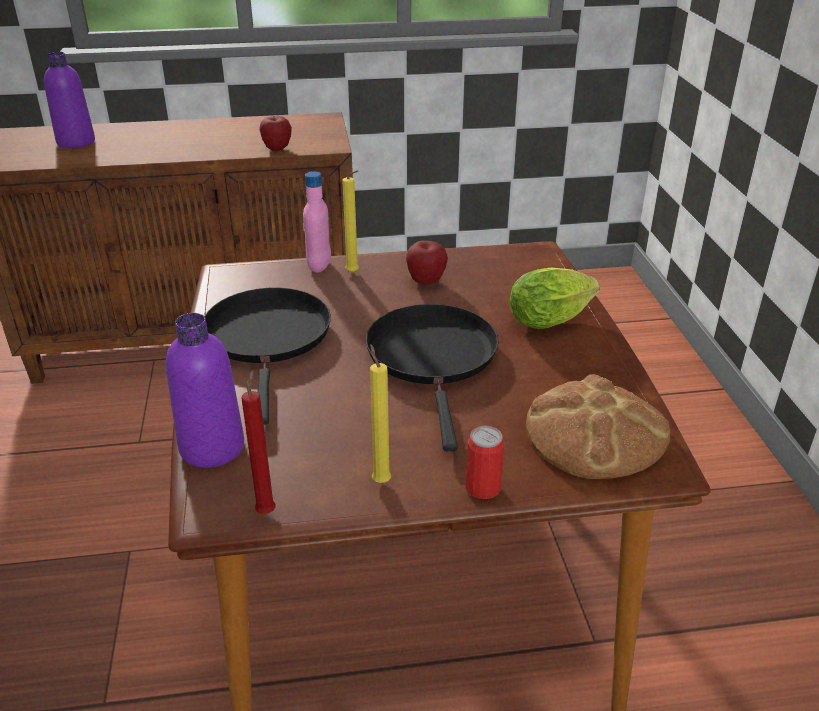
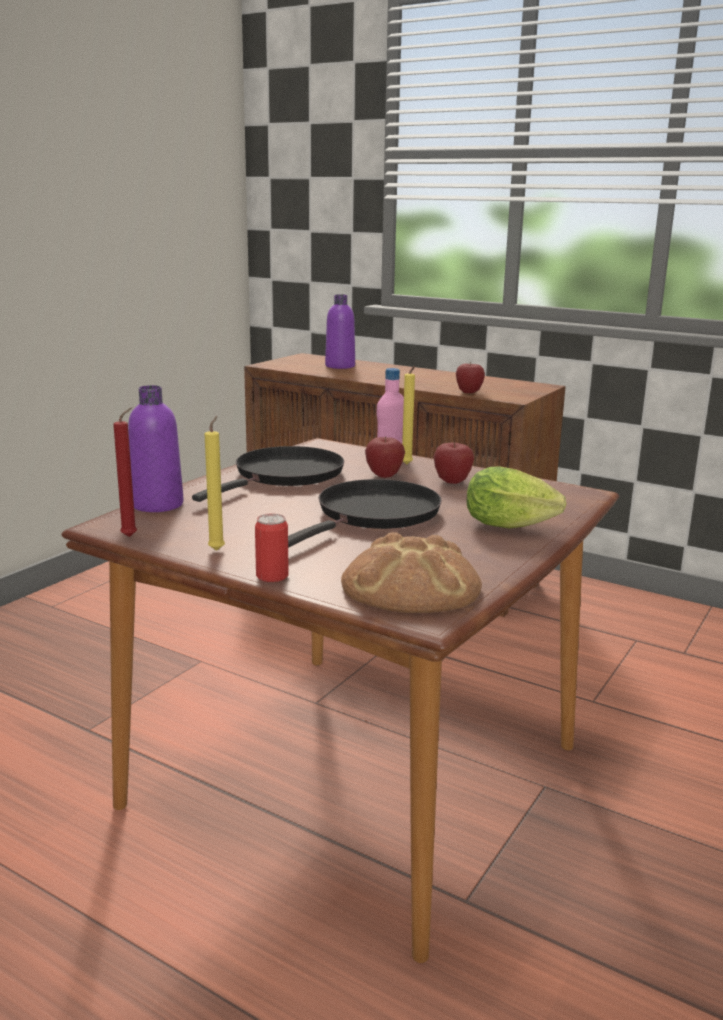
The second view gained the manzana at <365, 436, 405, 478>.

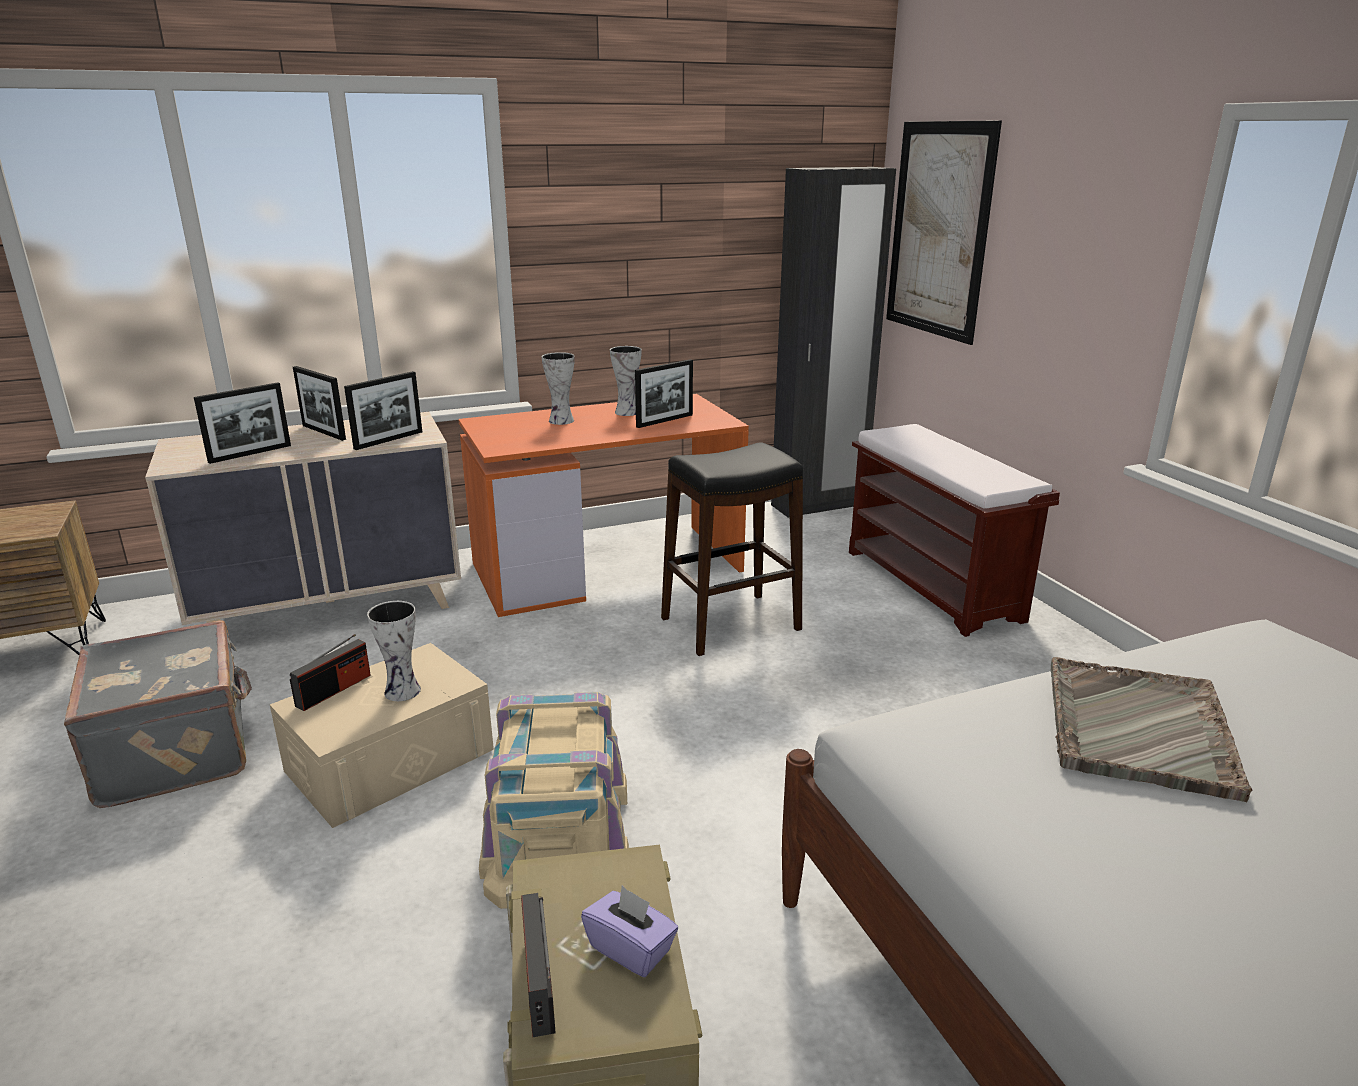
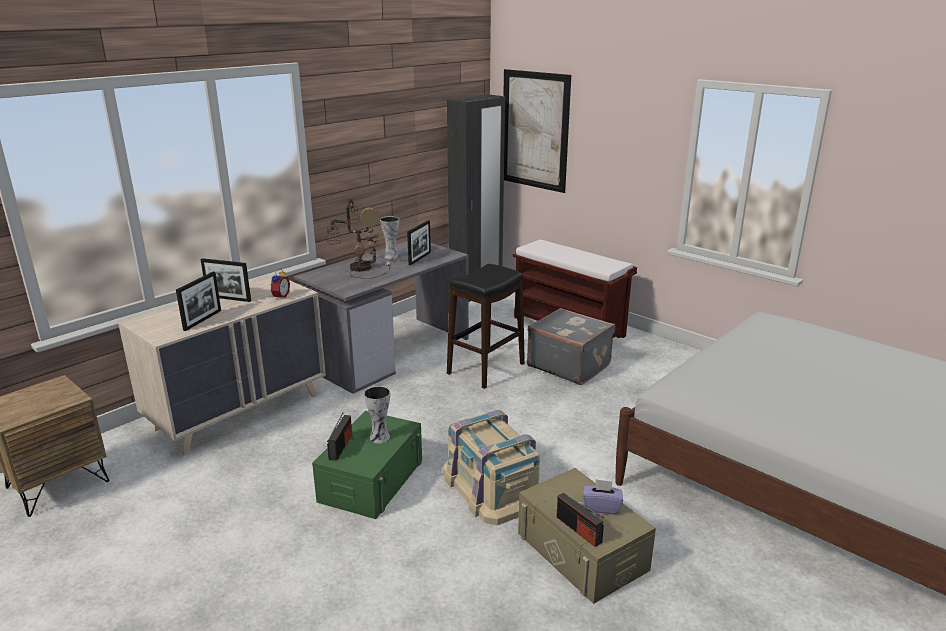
Where the florero stood at <542, 352, 575, 425>, the lámpara de mesa came to stand at <326, 198, 391, 279>. Where the portarretratos stood at <344, 371, 422, 450>, the despertador came to stand at <271, 268, 290, 300>. What was the escritorio [naranja] at <458, 394, 749, 617> turned into the escritorio [gris] at <294, 241, 469, 394>. The maleta [gris] ended up elsewhere, having gone from <64, 620, 252, 808> to <527, 308, 615, 385>. What was the caja de almacenaje [beis] at <270, 643, 494, 828> turned into the caja de almacenaje [verde] at <312, 411, 422, 519>. The second view lost the bandeja [gris] at <1051, 657, 1252, 802>.

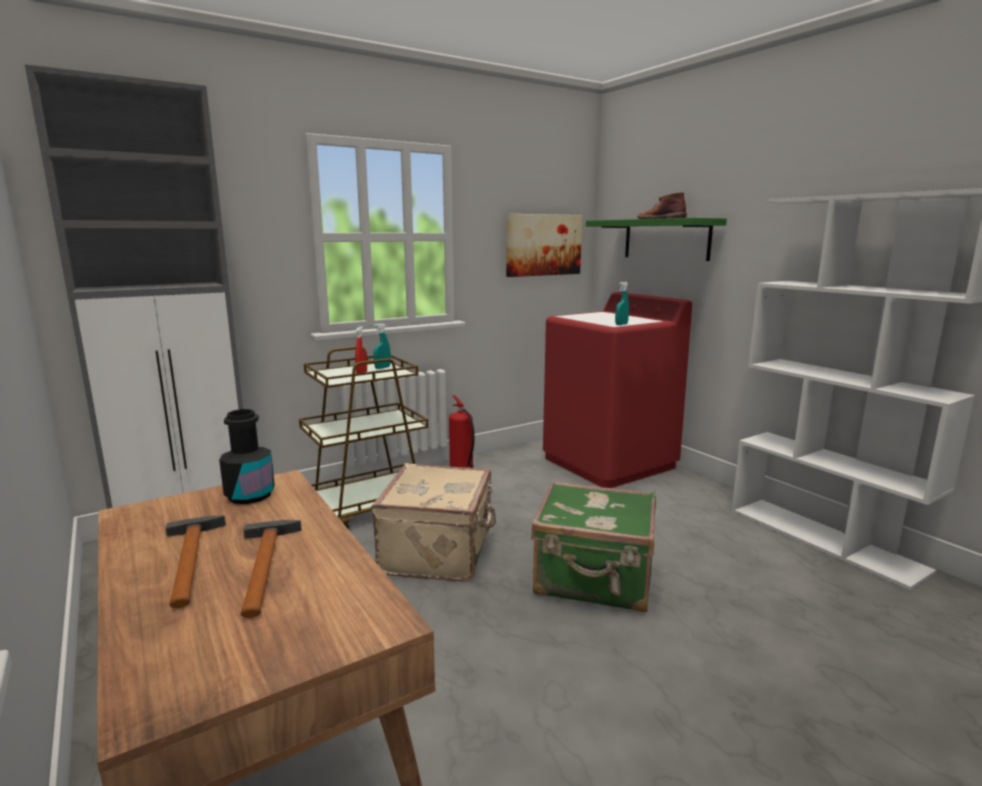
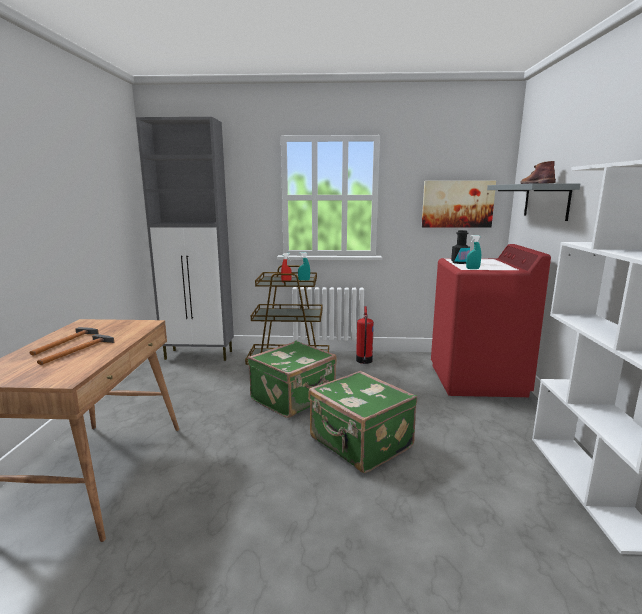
What was the estante [verde] at <586, 218, 727, 261> turned into the estante [gris] at <487, 183, 580, 221>. The botella [negro] ended up elsewhere, having gone from <219, 409, 275, 504> to <451, 230, 470, 264>. What was the maleta [beis] at <371, 463, 496, 582> turned into the maleta [verde] at <248, 341, 337, 418>.

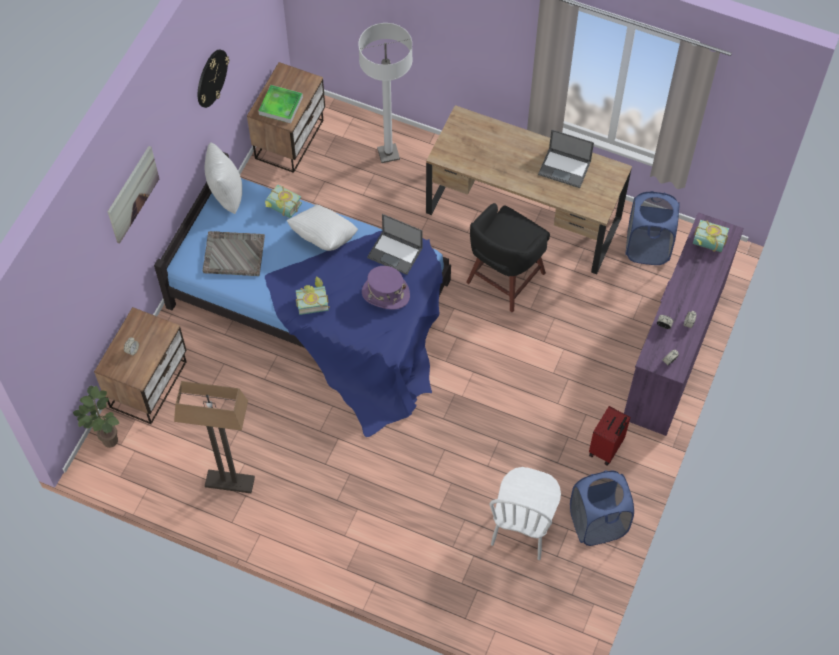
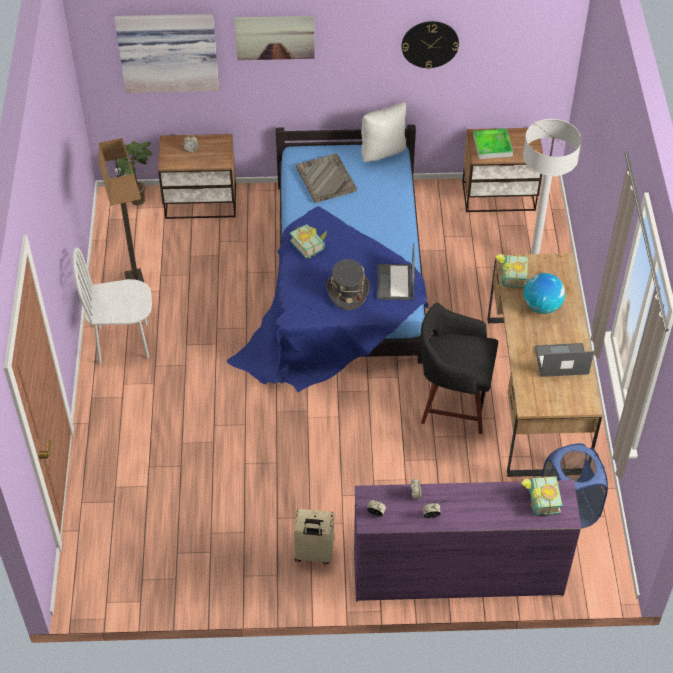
The portátil at <538, 130, 594, 188> ended up facing another way, 90 degrees clockwise from before. The libro ended up elsewhere, having gone from <265, 184, 302, 218> to <496, 254, 529, 289>. The second view lost the cojín [blanco] at <286, 205, 358, 251>. What was the sombrero [morado] at <362, 266, 410, 310> turned into the sombrero [gris] at <326, 259, 369, 310>. What was the maleta [rojo] at <589, 406, 631, 465> turned into the maleta [beis] at <294, 509, 334, 564>. The silla [blanco] ended up elsewhere, having gone from <490, 467, 561, 560> to <73, 248, 152, 364>. The second view lost the cesto de la ropa [azul] at <570, 471, 634, 546>. The second view gained the cuadro at <115, 14, 219, 93>. The second view gained the globo terráqueo at <524, 273, 565, 314>.

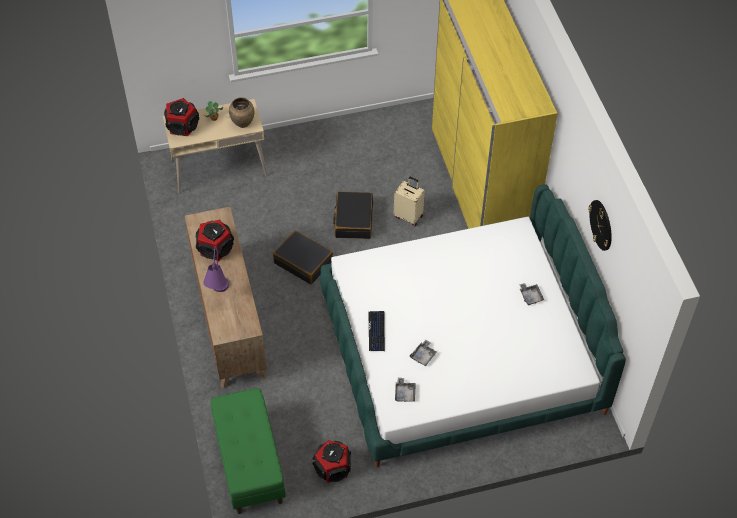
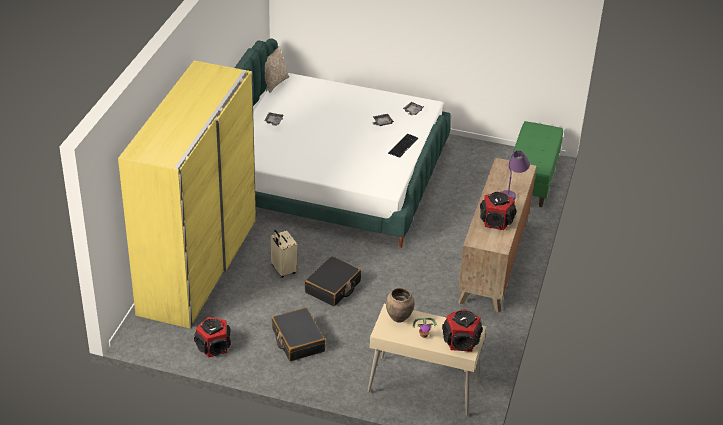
The second view lost the reloj de pared at <588, 200, 612, 251>. The maleta [negro] ended up elsewhere, having gone from <273, 230, 333, 284> to <272, 307, 326, 361>. The altavoz ended up elsewhere, having gone from <313, 440, 351, 483> to <194, 317, 231, 357>. The second view gained the cojín at <265, 46, 289, 93>.

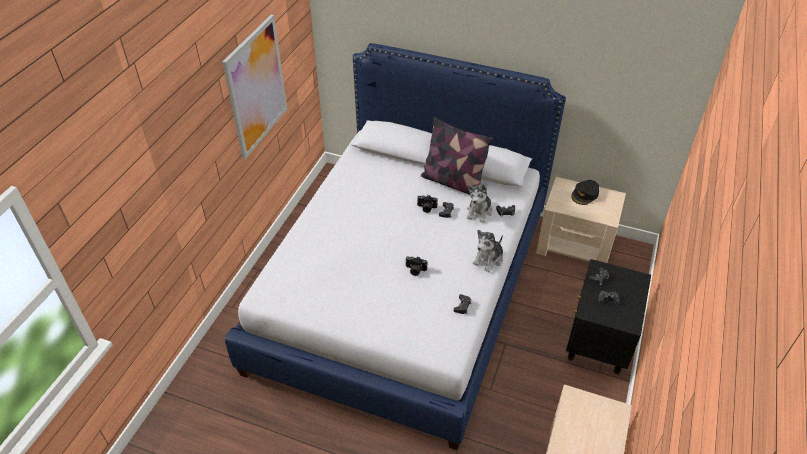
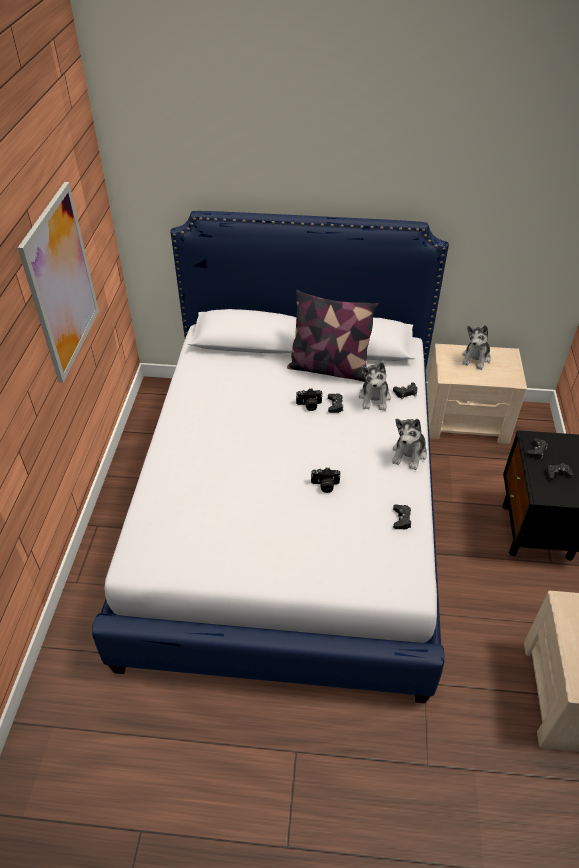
Where the gorra [negro] stood at <571, 180, 599, 205>, the peluche came to stand at <462, 325, 491, 370>.

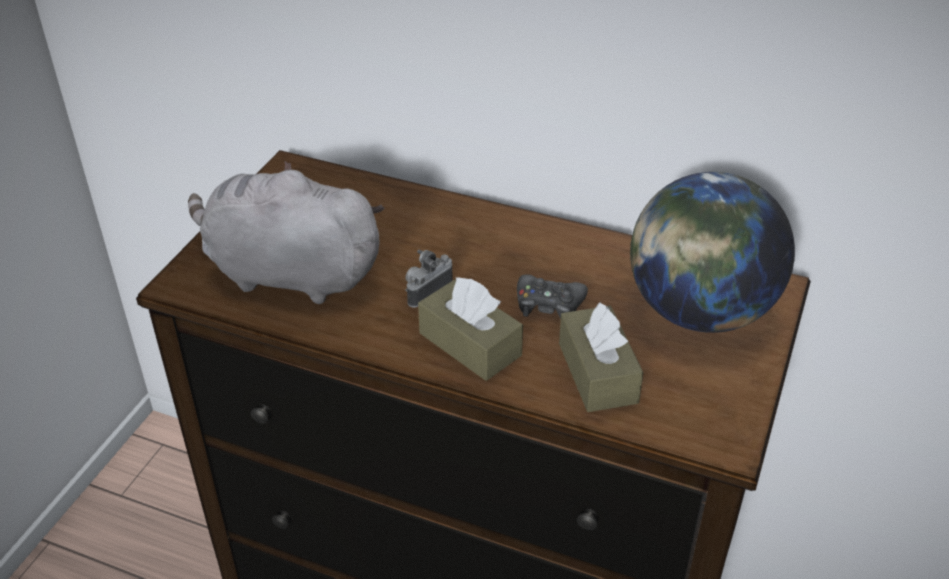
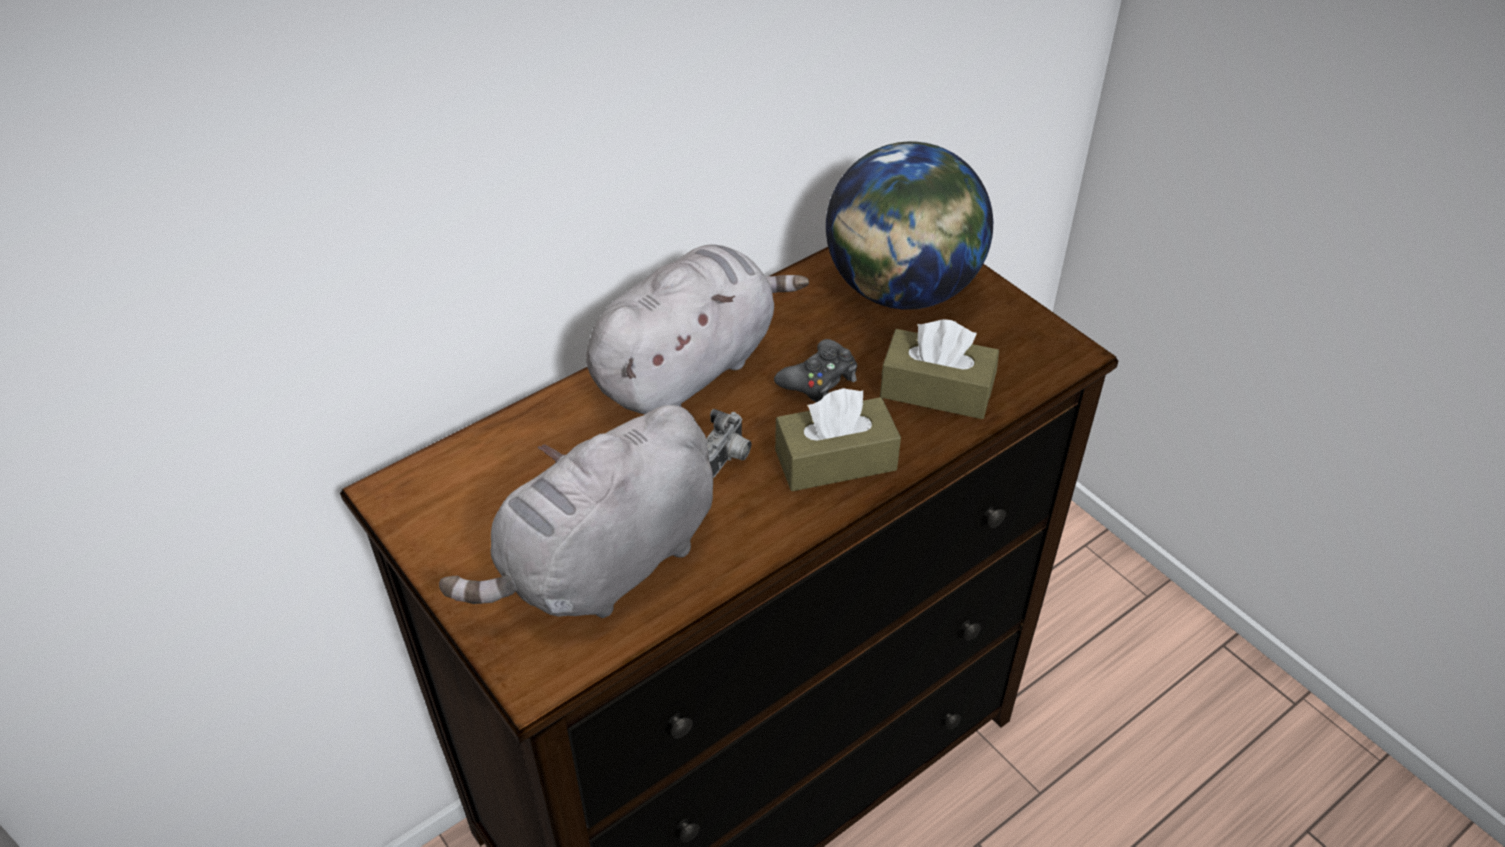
The cámara at <405, 249, 453, 308> ended up facing another way, 135 degrees counterclockwise from before. The second view gained the peluche [gris] at <586, 244, 809, 414>.

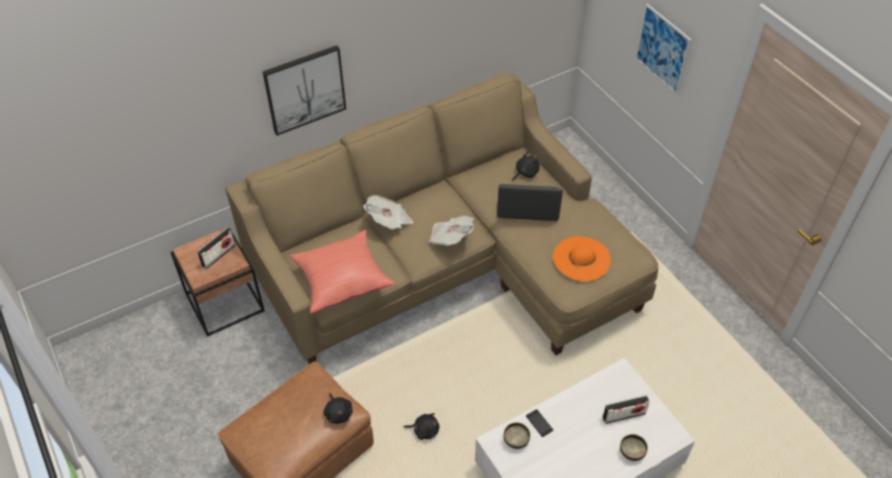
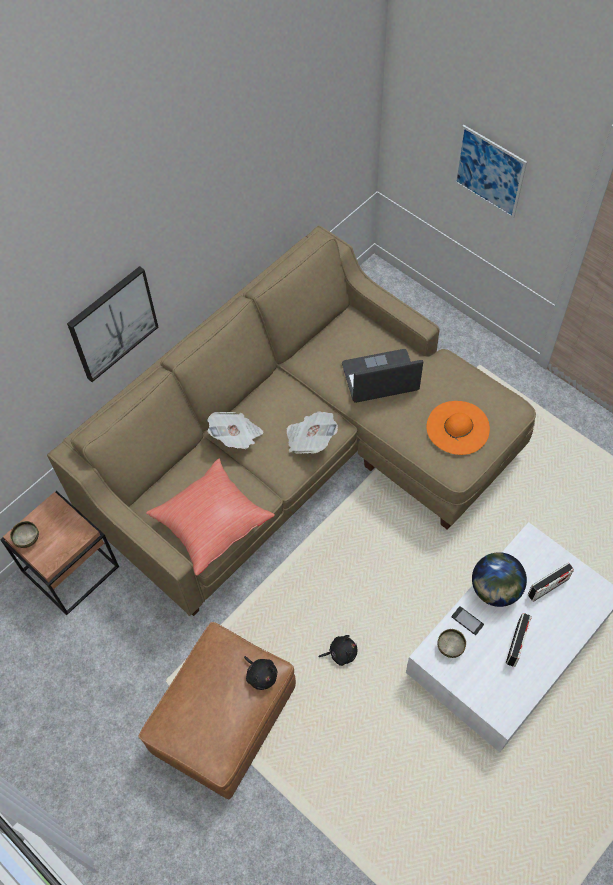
The second view lost the peluche [negro] at <512, 151, 539, 181>. The radio ended up elsewhere, having gone from <197, 228, 235, 269> to <506, 613, 532, 667>. The cuenco ended up elsewhere, having gone from <620, 434, 648, 461> to <10, 521, 39, 548>. The second view gained the globo terráqueo at <472, 552, 527, 607>.

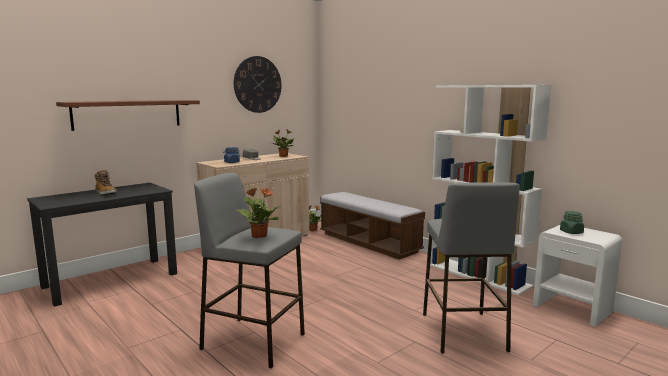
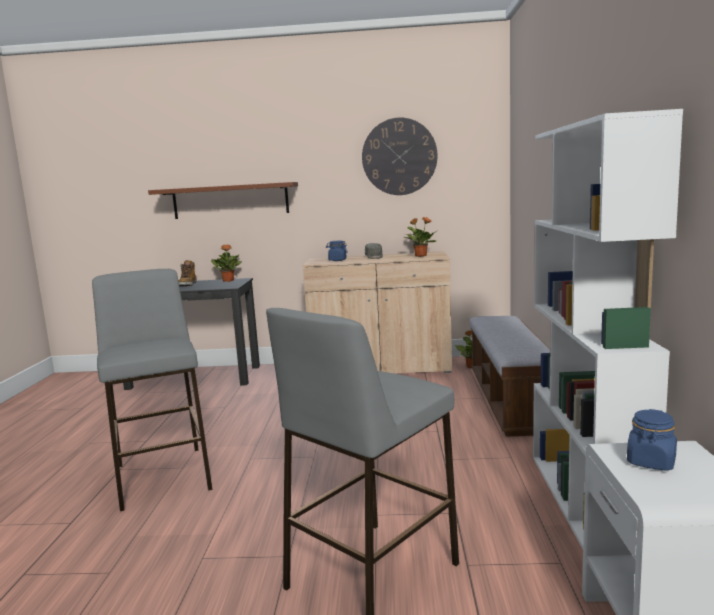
The planta en maceta ended up elsewhere, having gone from <236, 188, 280, 238> to <211, 244, 242, 282>. What was the tarro [verde] at <560, 211, 584, 234> turned into the tarro [azul] at <627, 409, 677, 471>.

